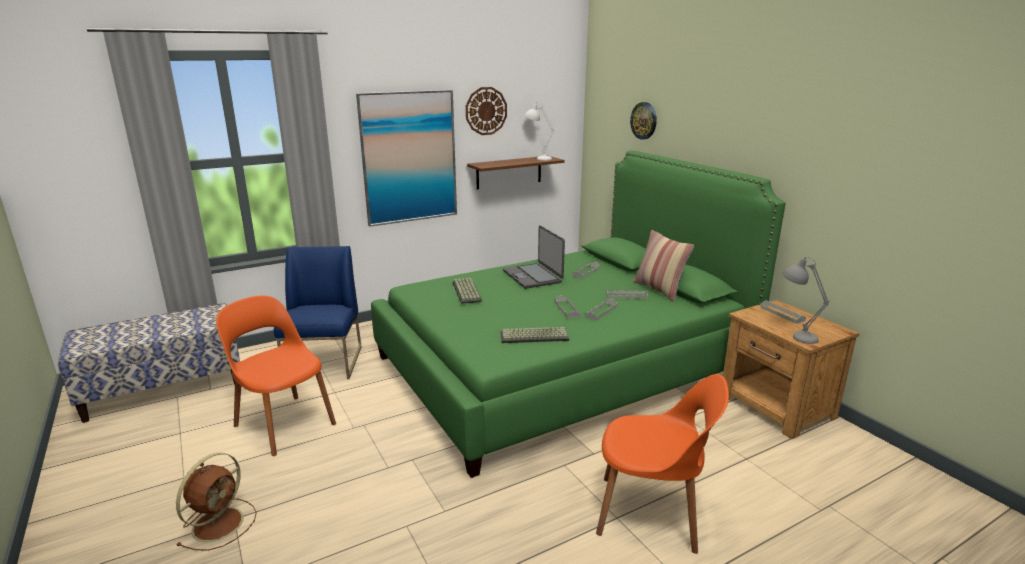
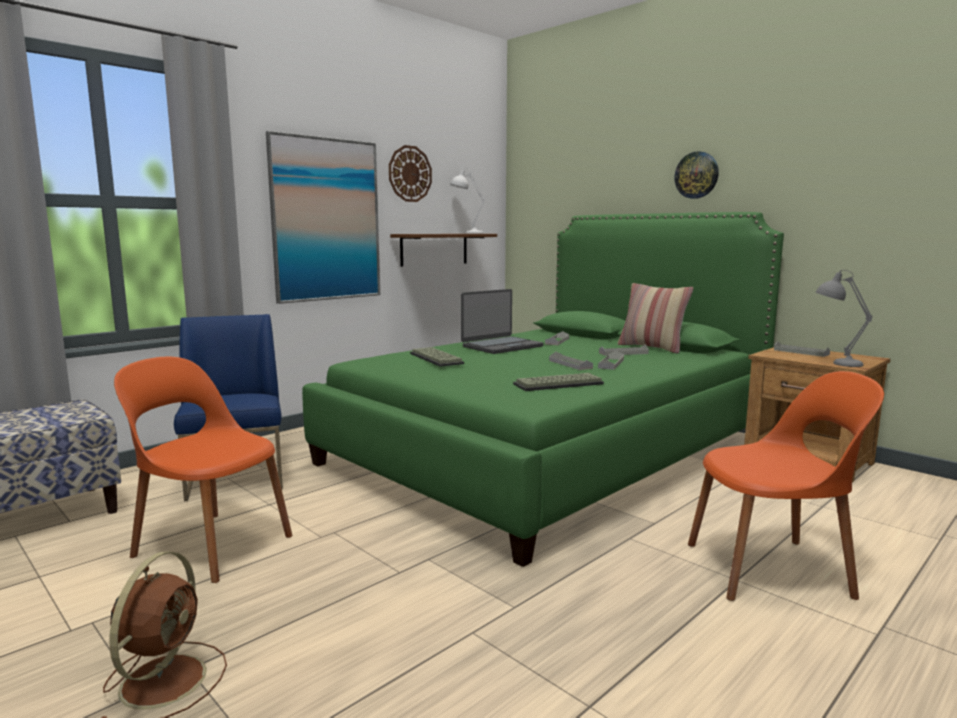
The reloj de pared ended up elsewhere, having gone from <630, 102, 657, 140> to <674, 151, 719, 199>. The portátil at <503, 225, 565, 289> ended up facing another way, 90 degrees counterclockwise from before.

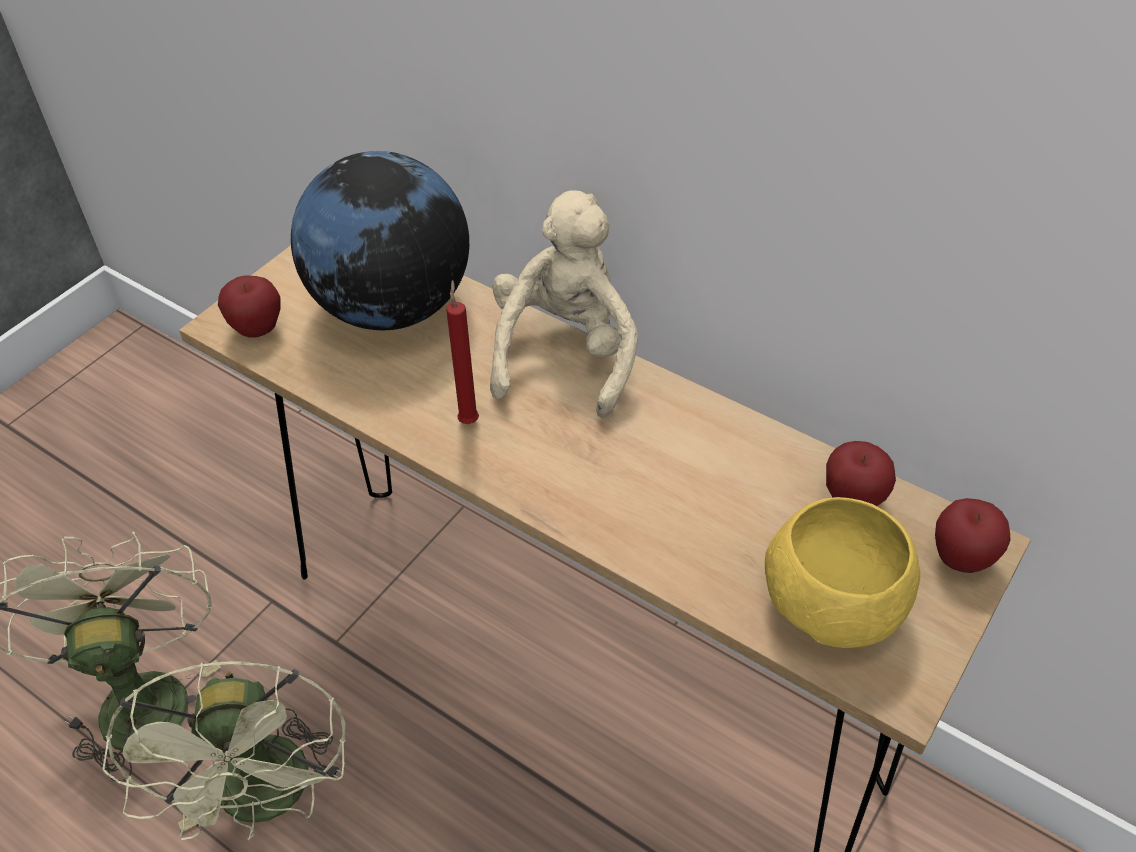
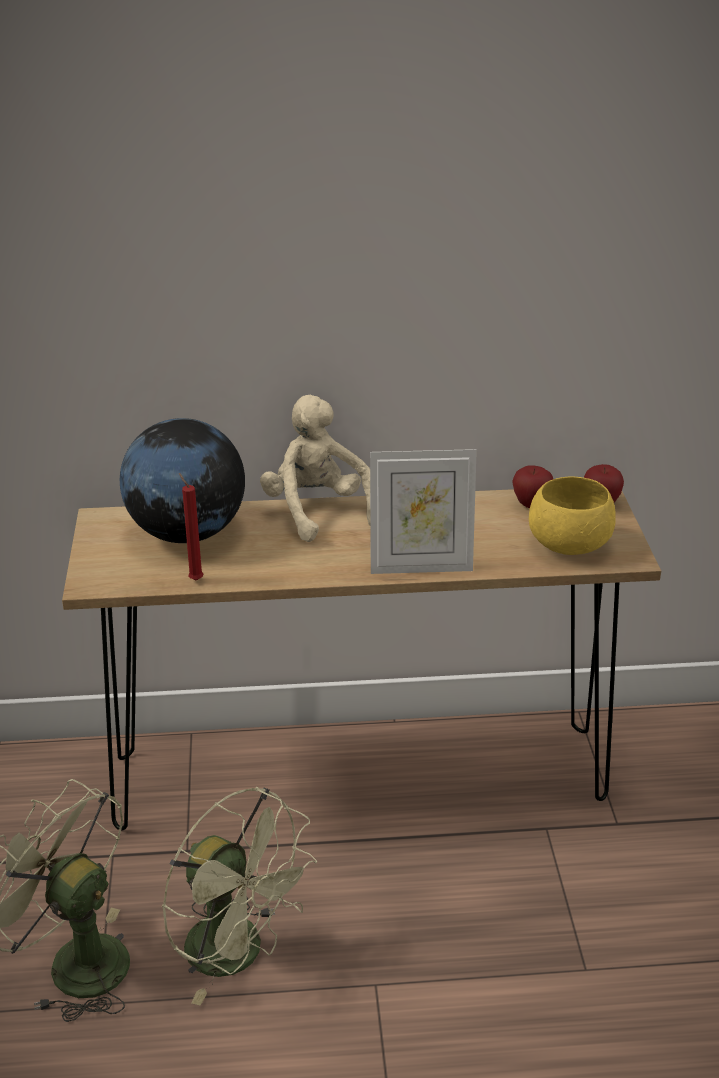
The second view lost the manzana at <218, 276, 281, 337>. The vela [rojo] ended up elsewhere, having gone from <446, 280, 479, 424> to <179, 473, 203, 581>. The second view gained the portarretratos at <370, 449, 477, 574>.

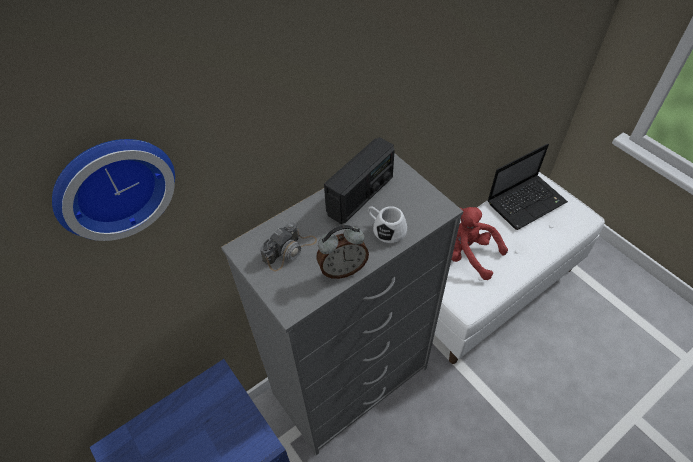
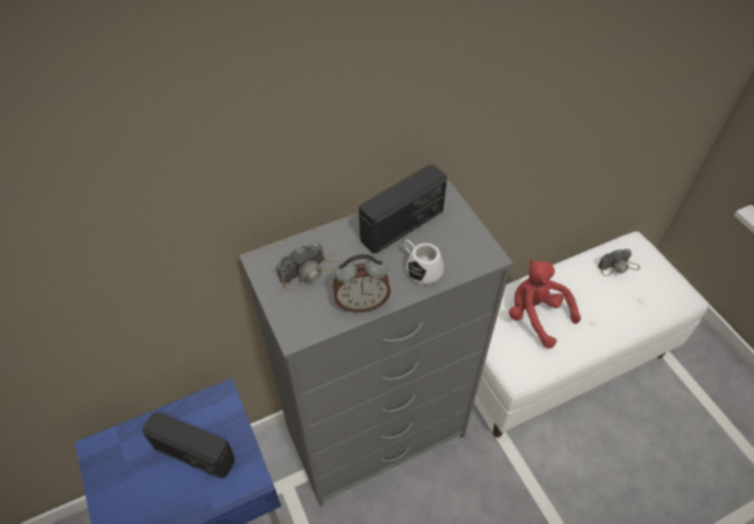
The second view lost the reloj de pared at <52, 139, 175, 241>. Where the portátil stood at <488, 143, 568, 230>, the cámara came to stand at <598, 249, 640, 276>. The second view gained the radio at <142, 411, 235, 479>.

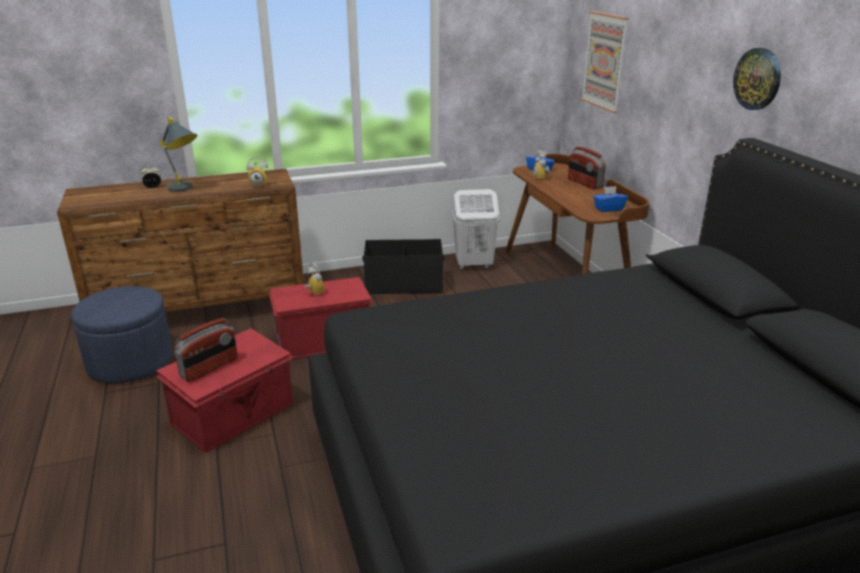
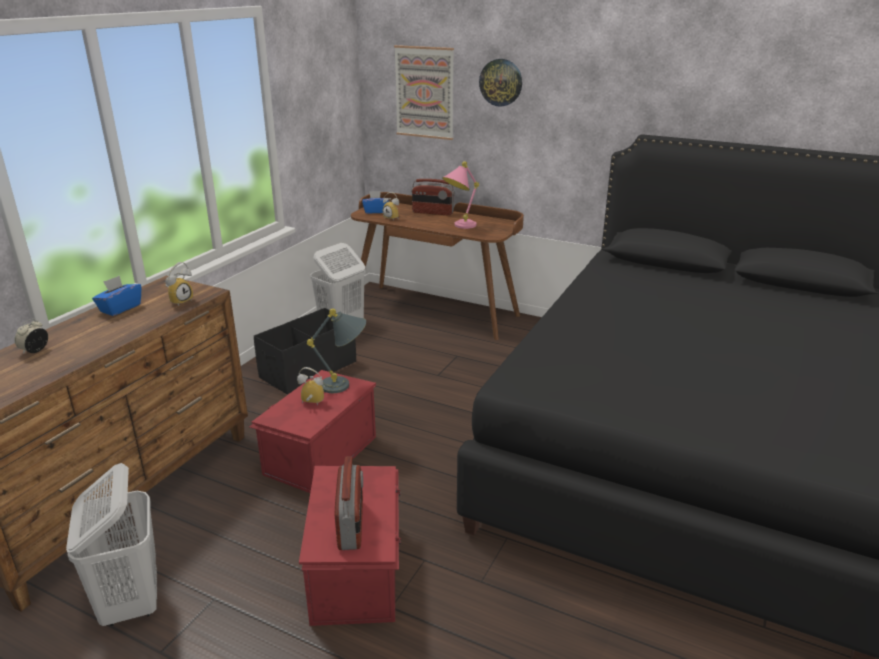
The reloj de pared ended up elsewhere, having gone from <733, 48, 781, 110> to <479, 59, 522, 107>. The lámpara de mesa [gris] ended up elsewhere, having gone from <160, 117, 197, 192> to <307, 308, 366, 393>. The caja de pañuelos [azul] ended up elsewhere, having gone from <593, 186, 628, 212> to <92, 276, 141, 316>. Where the puf [azul] stood at <71, 286, 173, 383>, the cesto de la ropa [blanco] came to stand at <66, 463, 157, 626>. The second view gained the lámpara de mesa [rosa] at <442, 161, 479, 229>.

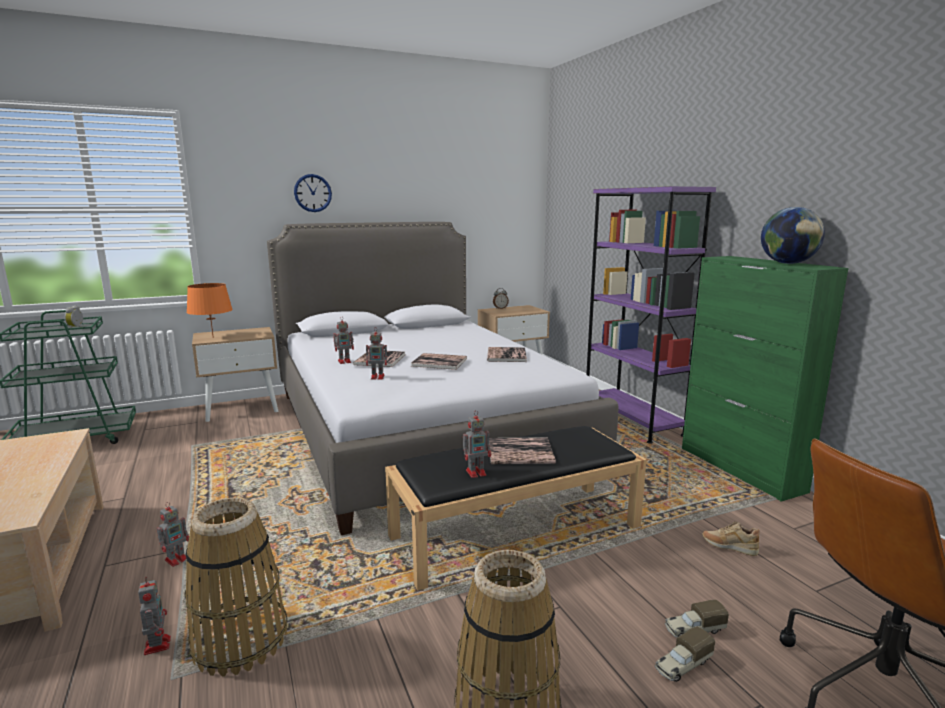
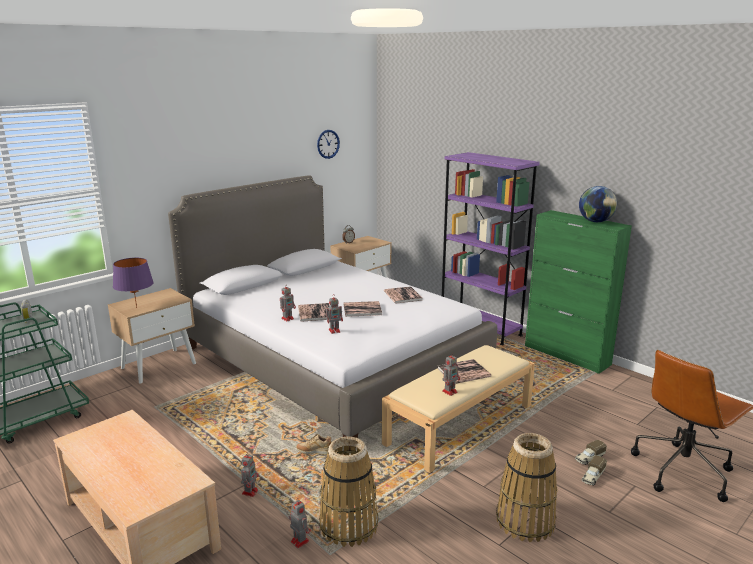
The reloj de pared ended up elsewhere, having gone from <294, 174, 332, 212> to <317, 130, 340, 159>. What was the lámpara de mesa [naranja] at <187, 283, 233, 338> turned into the lámpara de mesa [morado] at <113, 258, 154, 308>. What was the banco [negro] at <385, 426, 647, 591> turned into the banco [beis] at <382, 345, 535, 473>. The zapato [beis] ended up elsewhere, having gone from <702, 521, 760, 556> to <296, 434, 331, 455>.

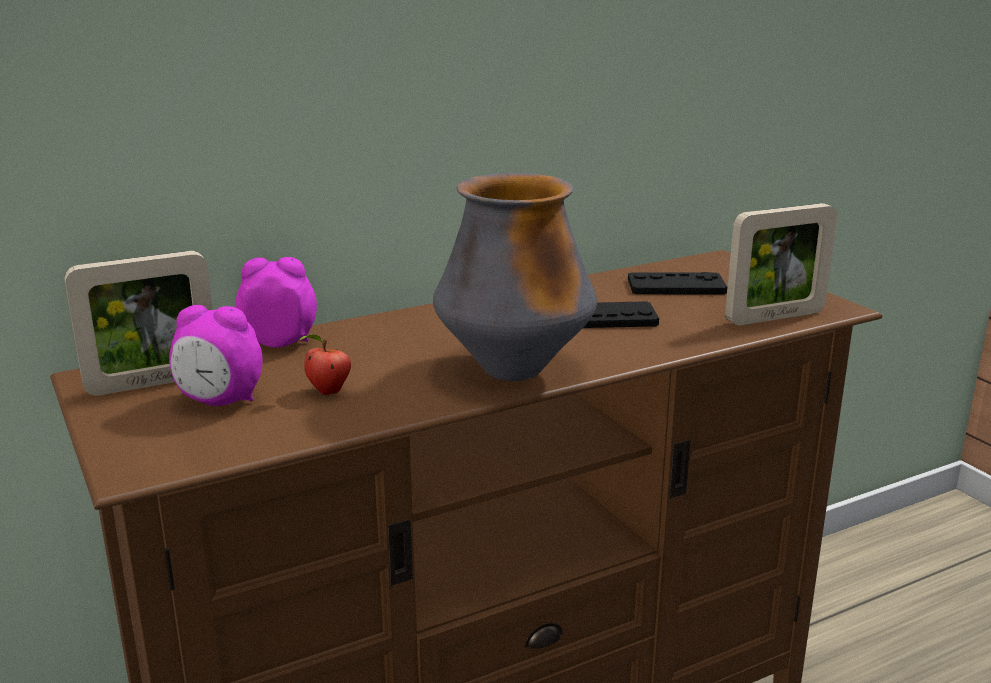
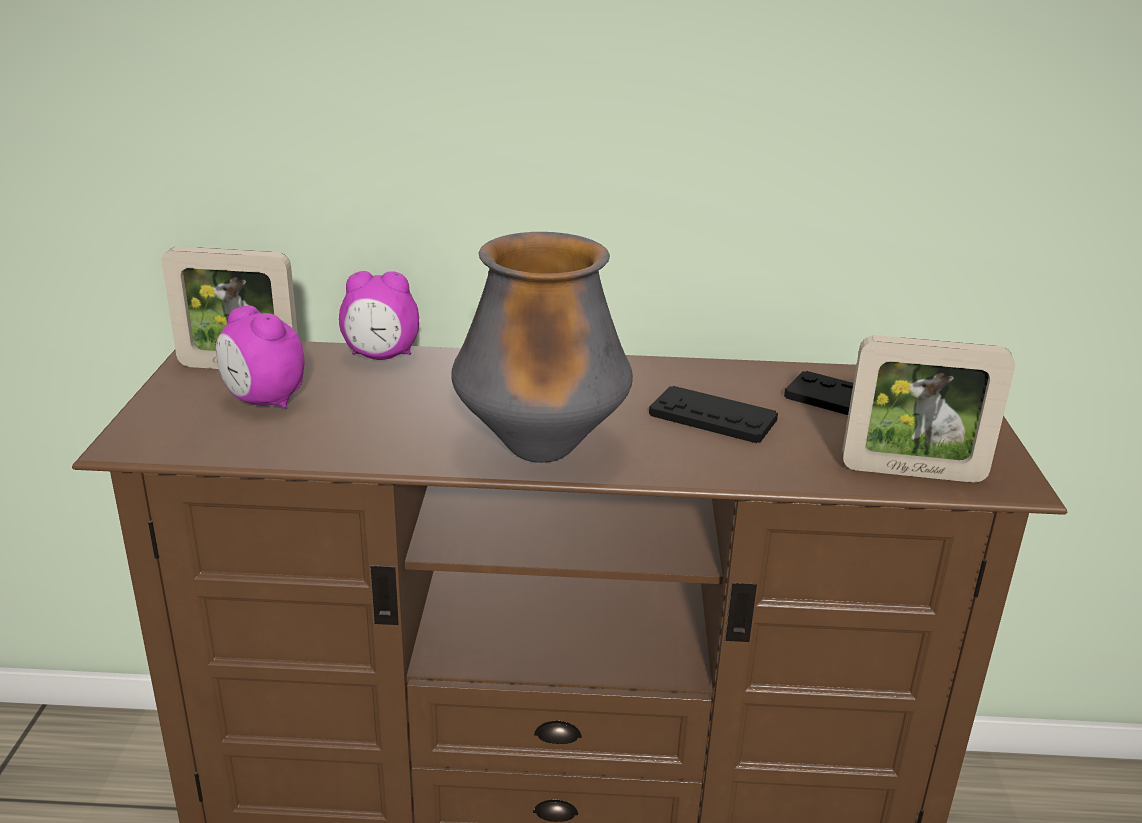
The despertador at <236, 257, 317, 348> ended up facing another way, 150 degrees clockwise from before. The second view lost the manzana at <299, 335, 351, 395>.

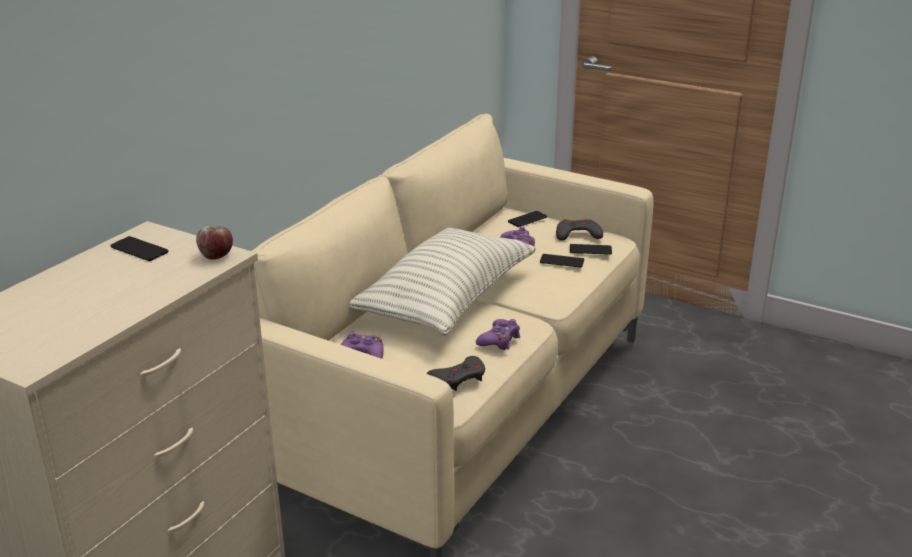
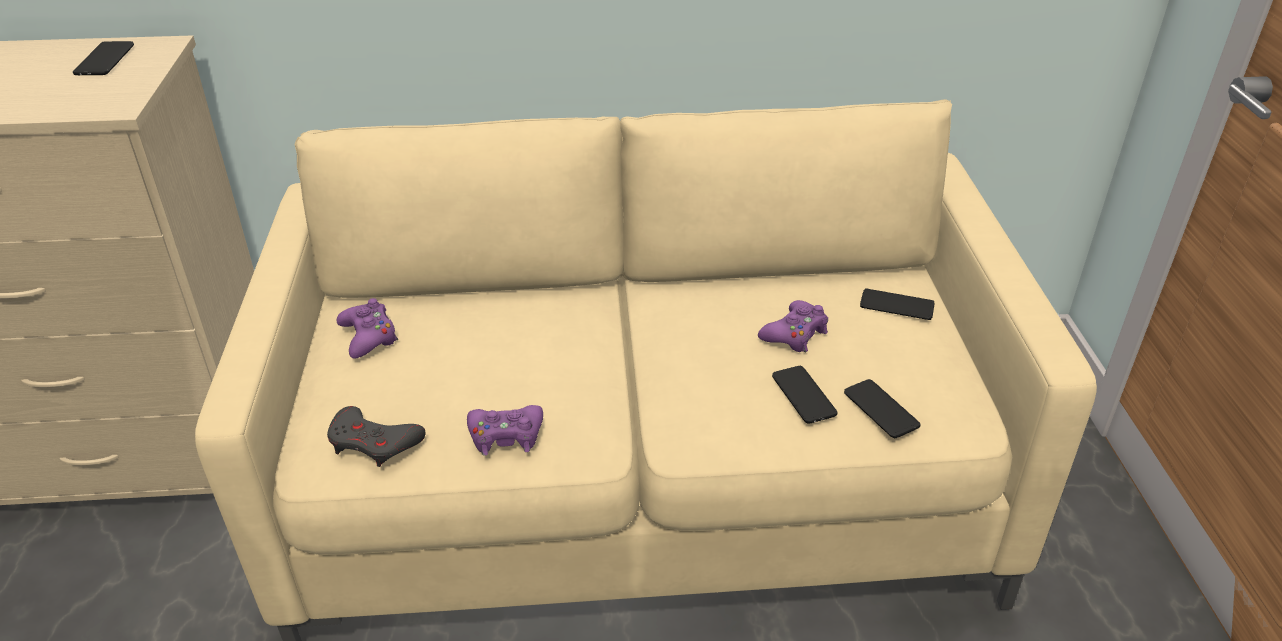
The second view lost the mando de consola [gris] at <556, 219, 603, 241>. The second view lost the manzana at <196, 226, 233, 260>. The second view lost the cojín at <350, 228, 536, 336>.

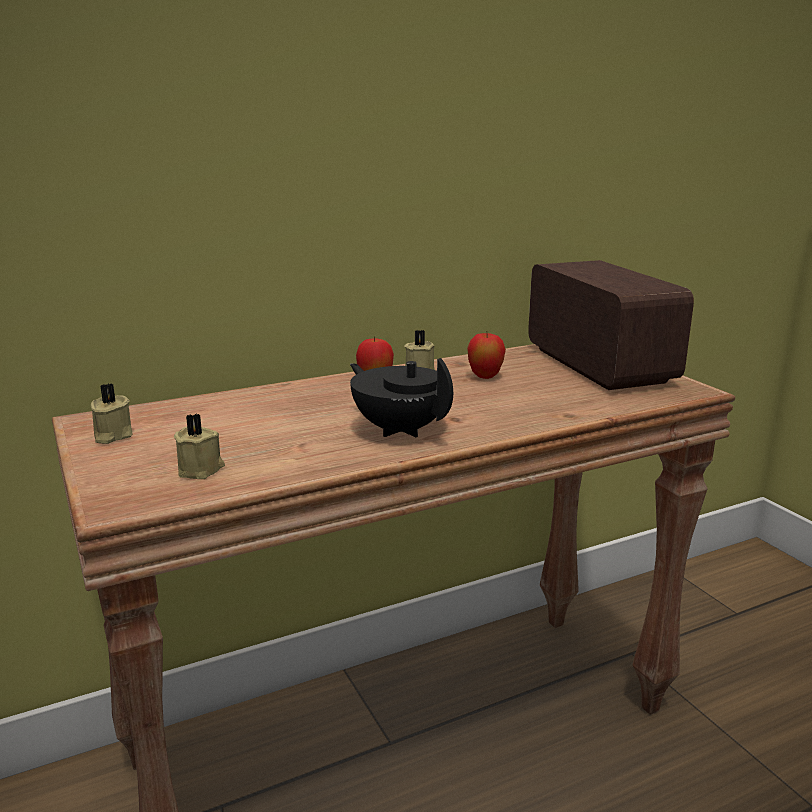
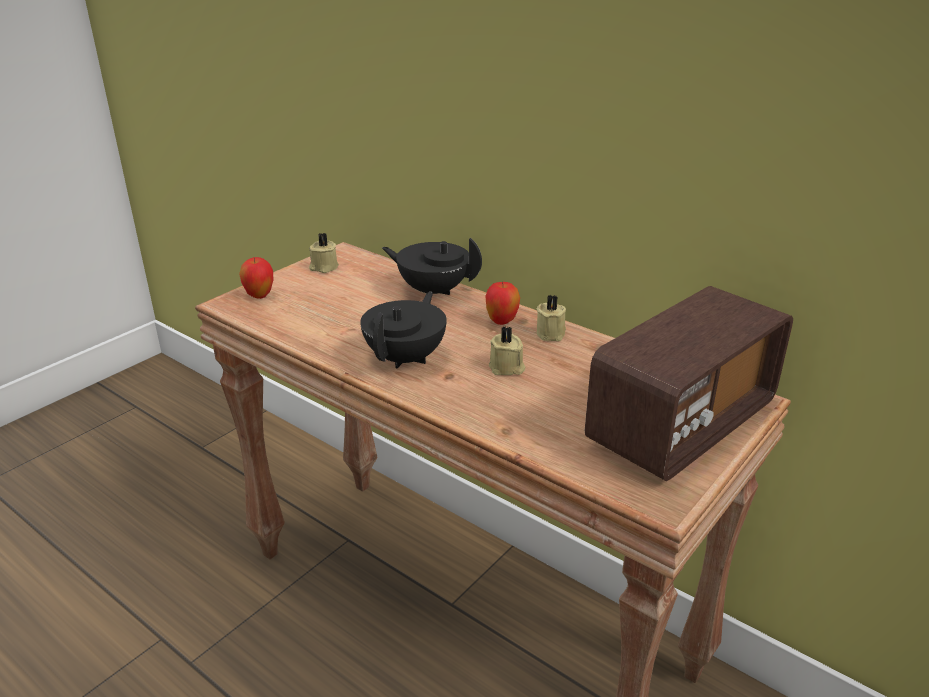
The manzana ended up elsewhere, having gone from <467, 333, 506, 379> to <239, 257, 273, 299>. The vela [beis] ended up elsewhere, having gone from <174, 413, 225, 479> to <489, 326, 525, 375>. The second view gained the tetera [negro] at <382, 237, 482, 295>.

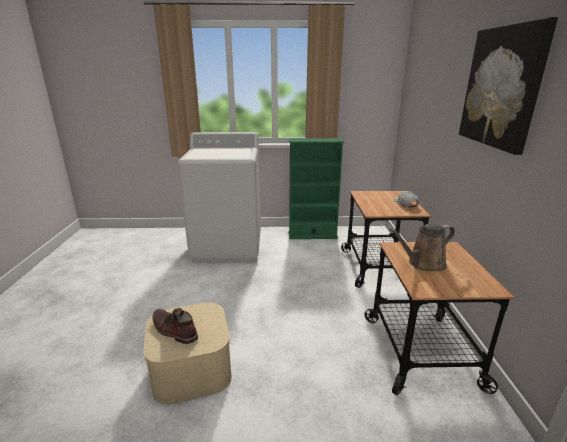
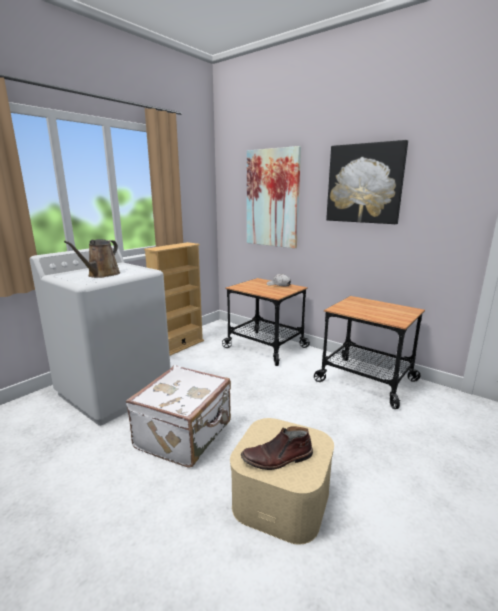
What was the estantería [verde] at <288, 138, 344, 239> turned into the estantería [beis] at <144, 242, 204, 356>. The regadera [marrón] ended up elsewhere, having gone from <390, 224, 455, 271> to <64, 239, 120, 278>. The second view gained the cuadro at <247, 146, 301, 248>. The second view gained the maleta [blanco] at <126, 365, 231, 468>.

